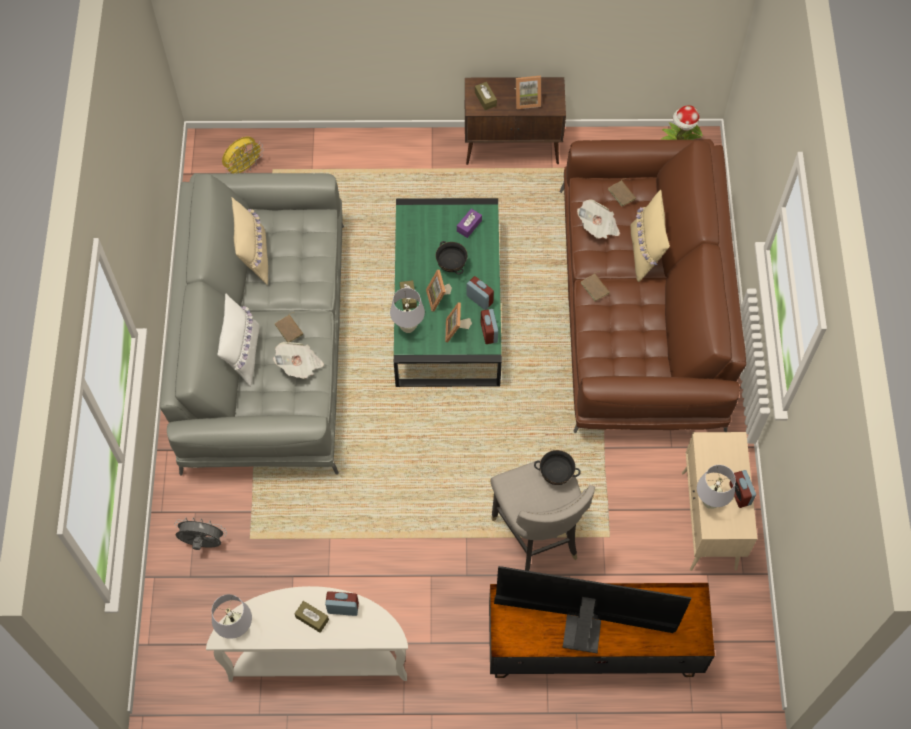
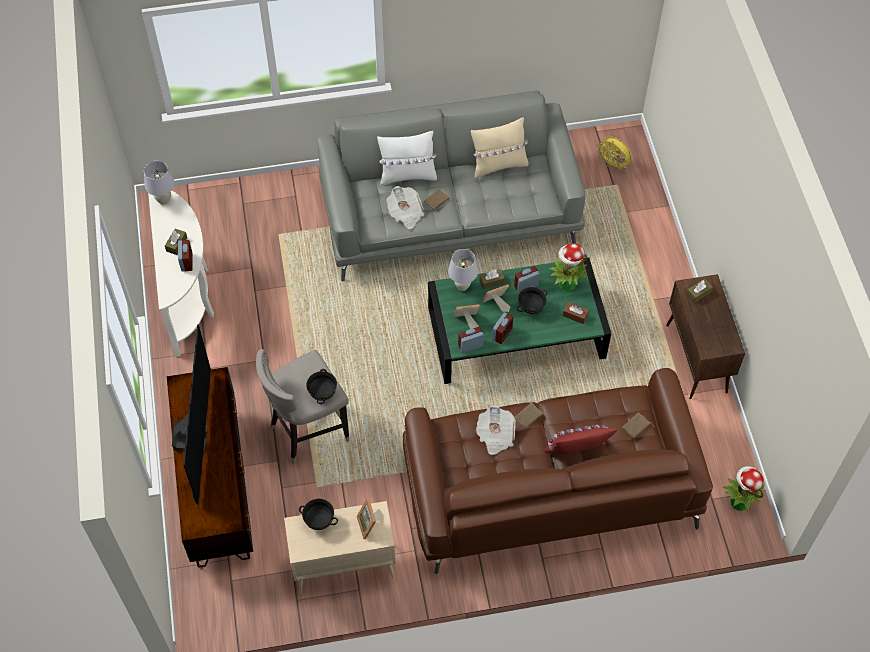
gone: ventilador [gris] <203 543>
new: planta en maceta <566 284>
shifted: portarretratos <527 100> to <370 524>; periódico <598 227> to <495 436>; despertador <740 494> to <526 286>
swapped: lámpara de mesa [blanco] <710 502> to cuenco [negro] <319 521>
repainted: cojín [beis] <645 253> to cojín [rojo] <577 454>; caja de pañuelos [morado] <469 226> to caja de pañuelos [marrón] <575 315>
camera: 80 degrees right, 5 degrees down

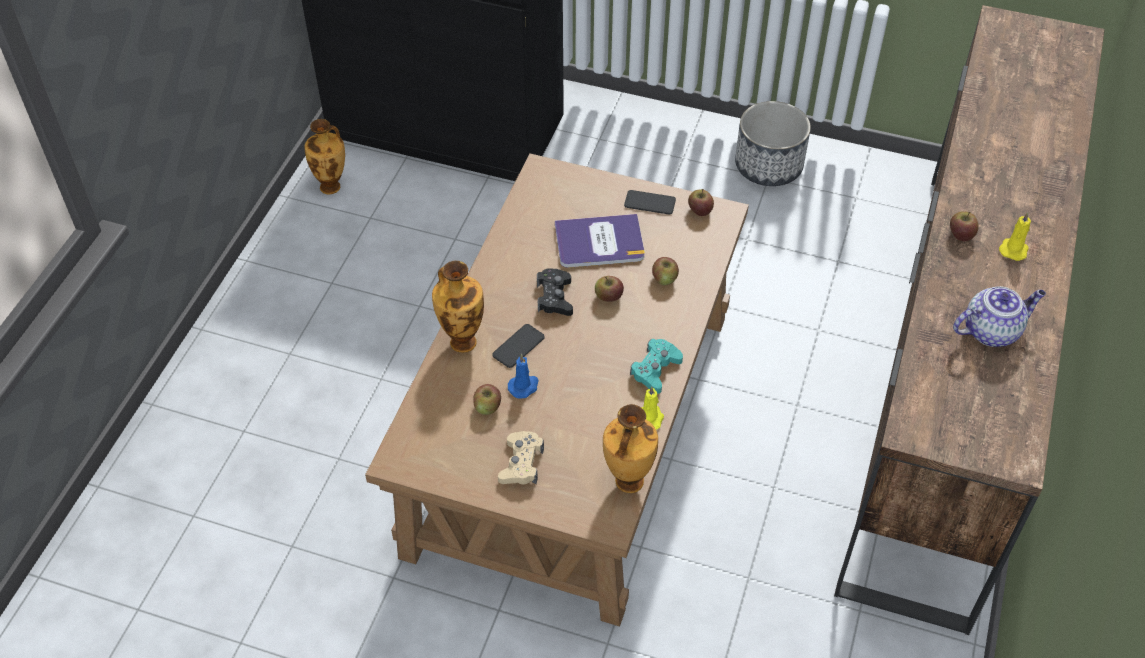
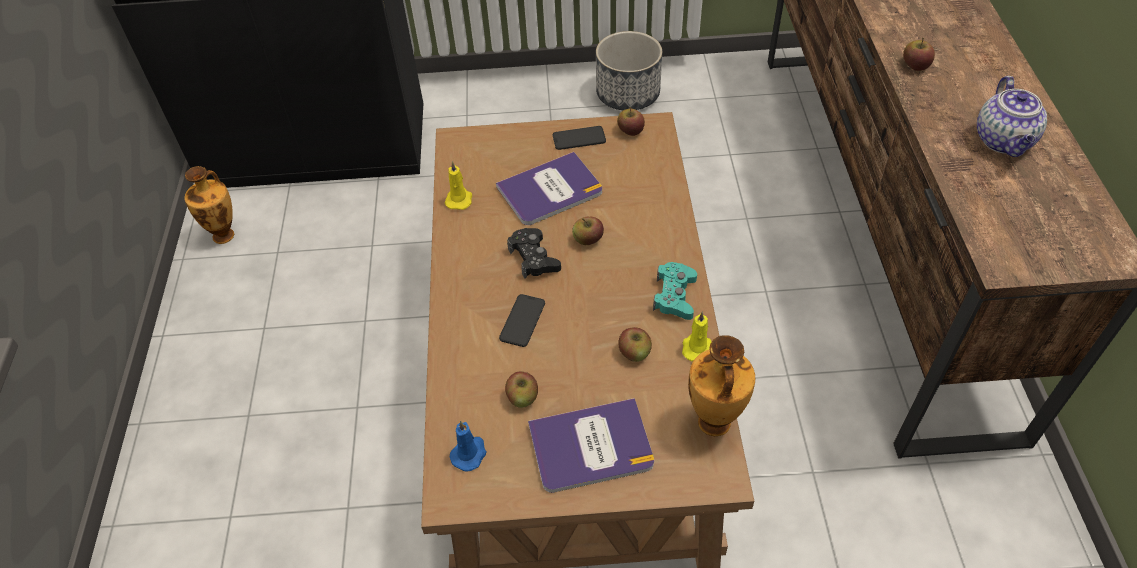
gone: florero <462 341>
shifted: vela [amarillo] <1013 249> to <459 199>; vela [azul] <524 386> to <469 453>; manzana <664 279> to <634 352>
swapped: mando de consola [beis] <521 463> to libro <591 446>
rotated: tetera <992 330> = <1004 141> 135 degrees clockwise
camera: 20 degrees left, 0 degrees up

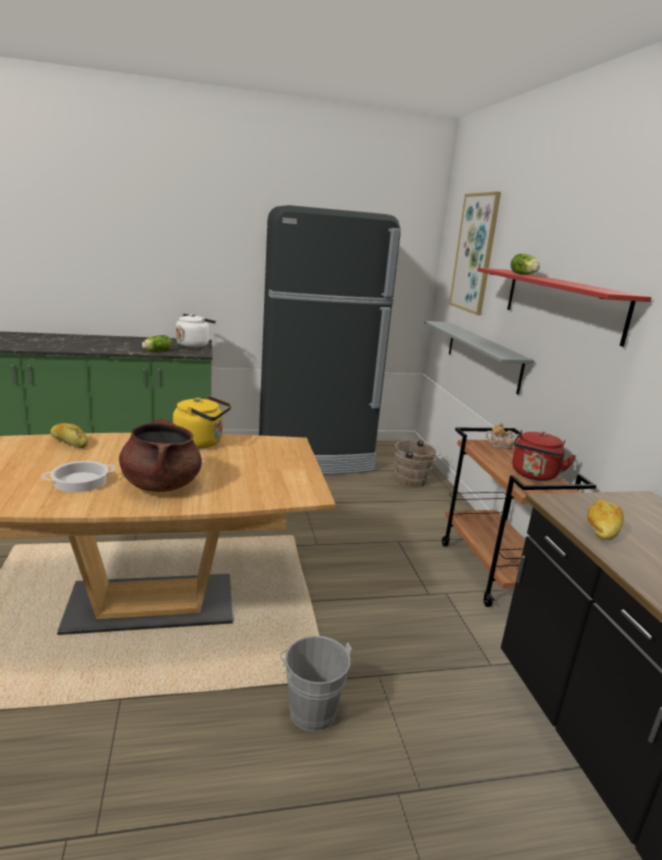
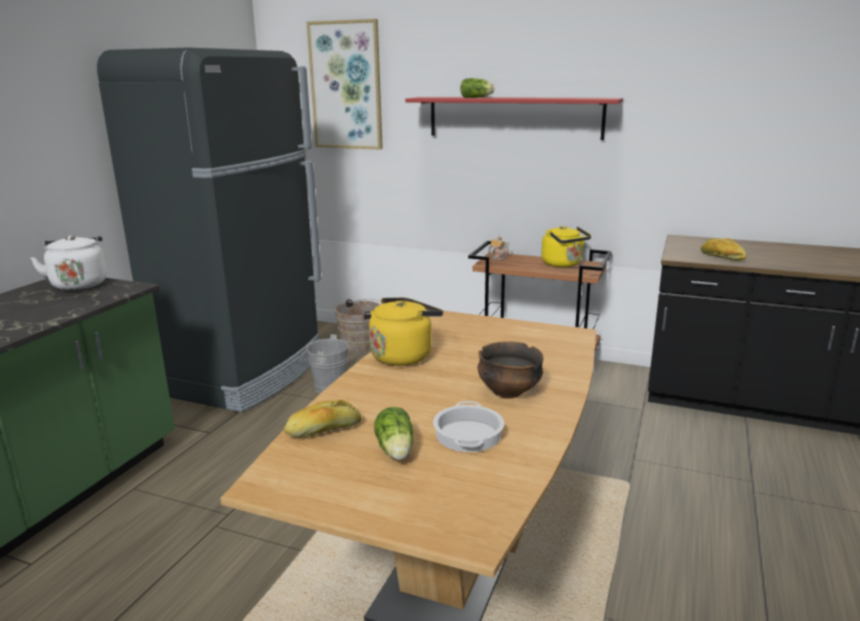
gone: estante [gris] <482 355>
shifted: cubo [gris] <310 708> to <326 387>; lechuga <156 351> to <395 451>
swapped: olla [marrón] <161 484> to cuenco <508 392>
repainted: hervidor [rojo] <534 475> to hervidor [amarillo] <563 264>
camera: 55 degrees left, 0 degrees up

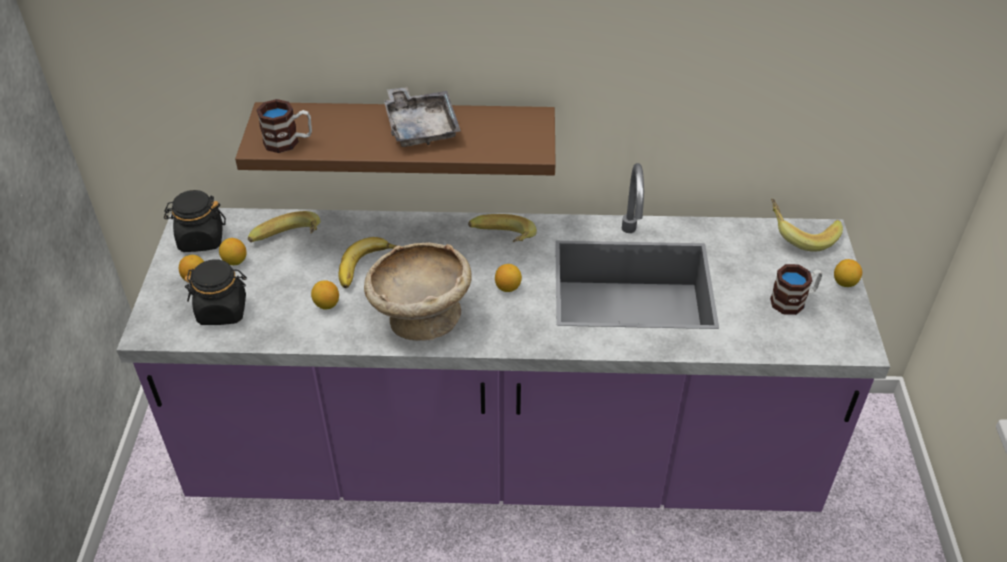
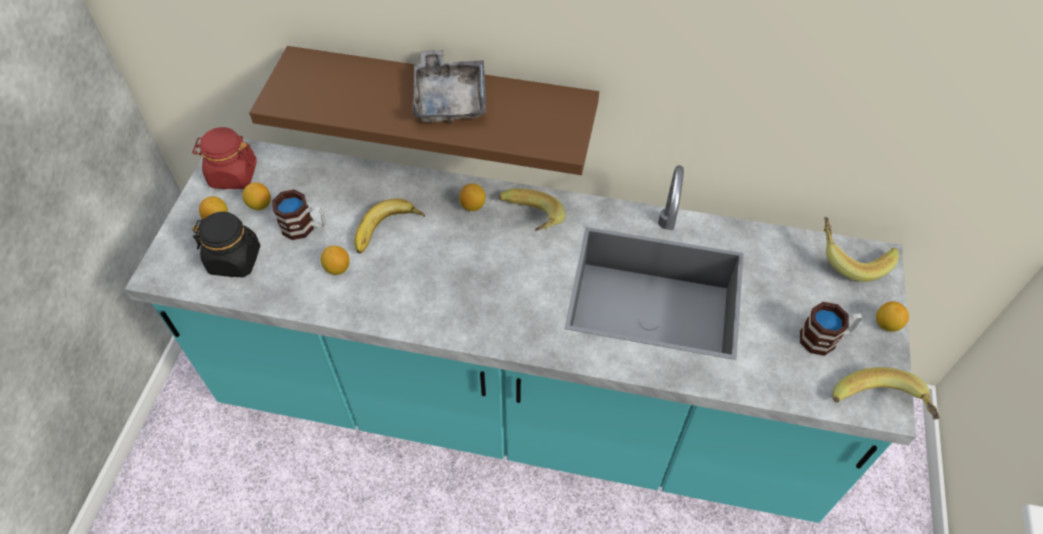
gone: cuenco [beis] <420 319>
shifted: taza grande <288 142> to <304 227>; limón <508 287> to <473 206>; plátano <290 244> to <879 409>
repainted: mueble bajo de cocina [morado] <503 459> to mueble bajo de cocina [turquesa] <520 406>; tarro [negro] <201 239> to tarro [rojo] <233 175>
camera: 10 degrees right, 10 degrees up

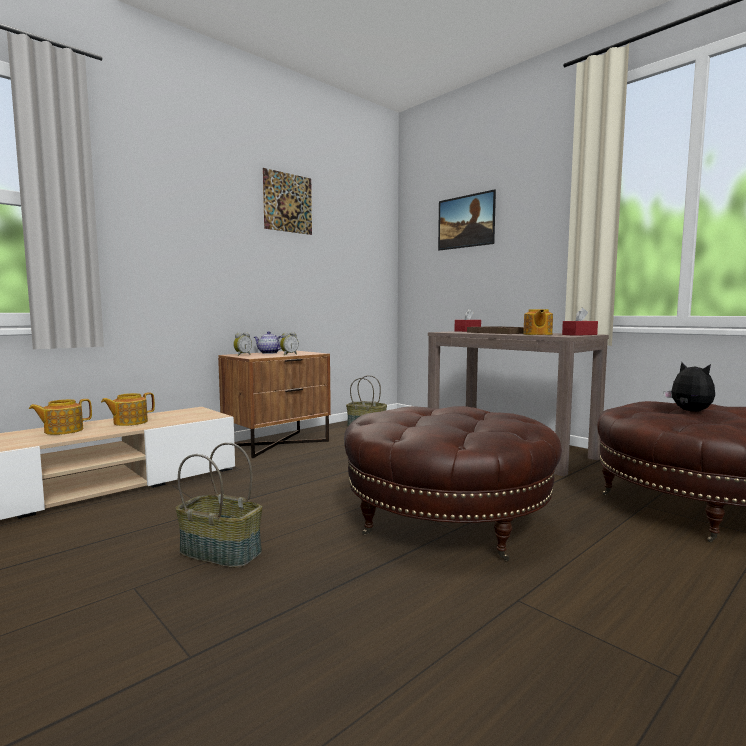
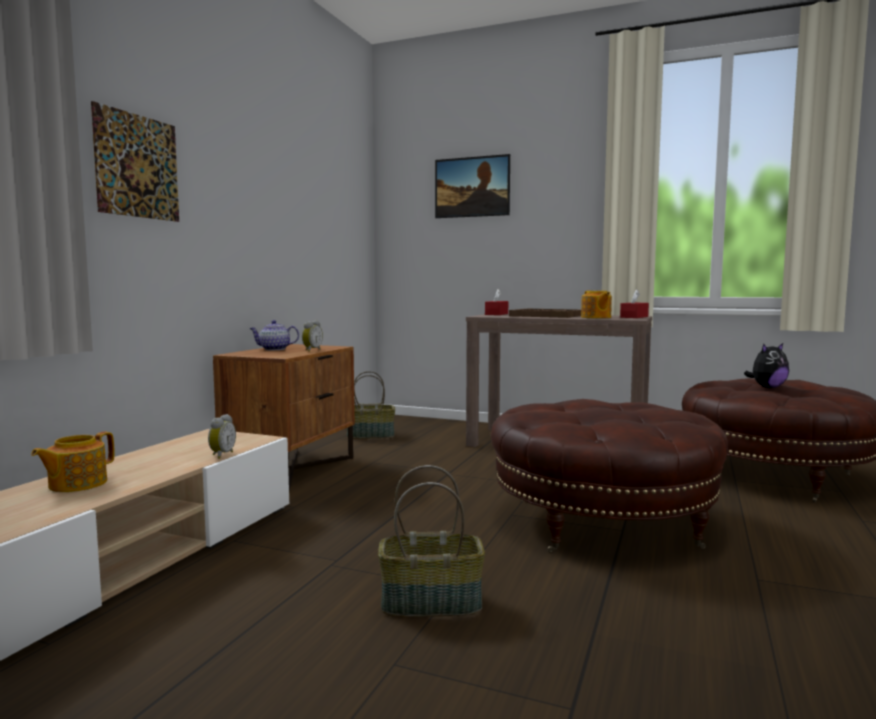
gone: tetera <129 422>
shifted: cuadro <288 202> to <137 166>; despertador <242 355> to <221 455>
rotated: peluche <689 411> = <767 387> 120 degrees clockwise
camera: 25 degrees left, 0 degrees up

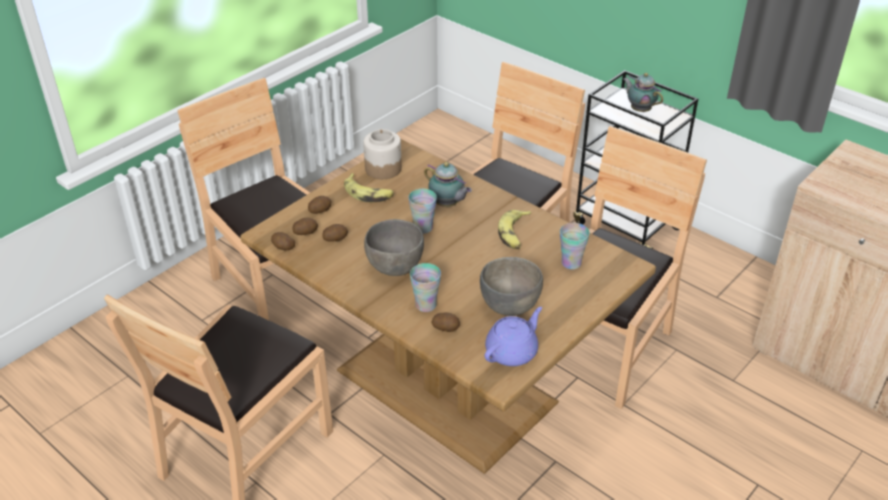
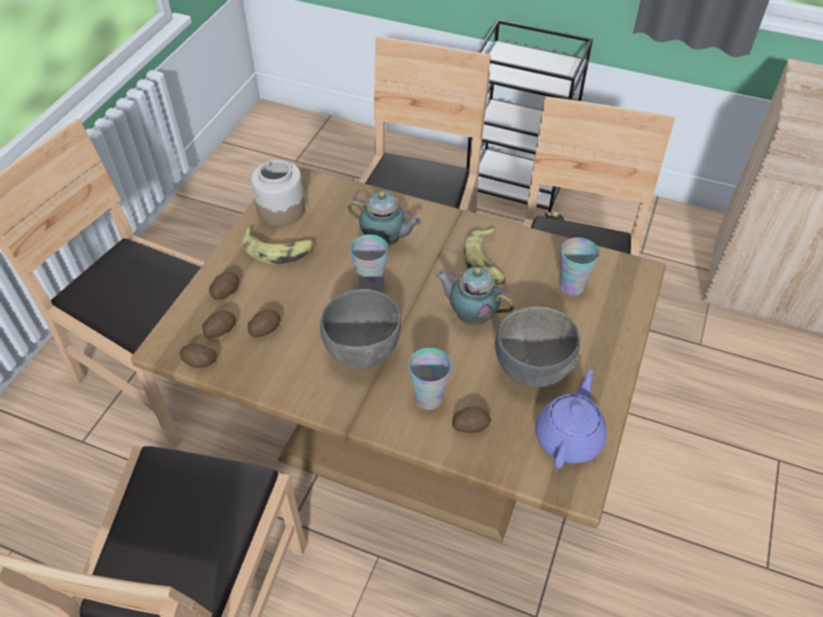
shifted: tetera <639 109> to <471 316>
camera: 20 degrees left, 10 degrees up

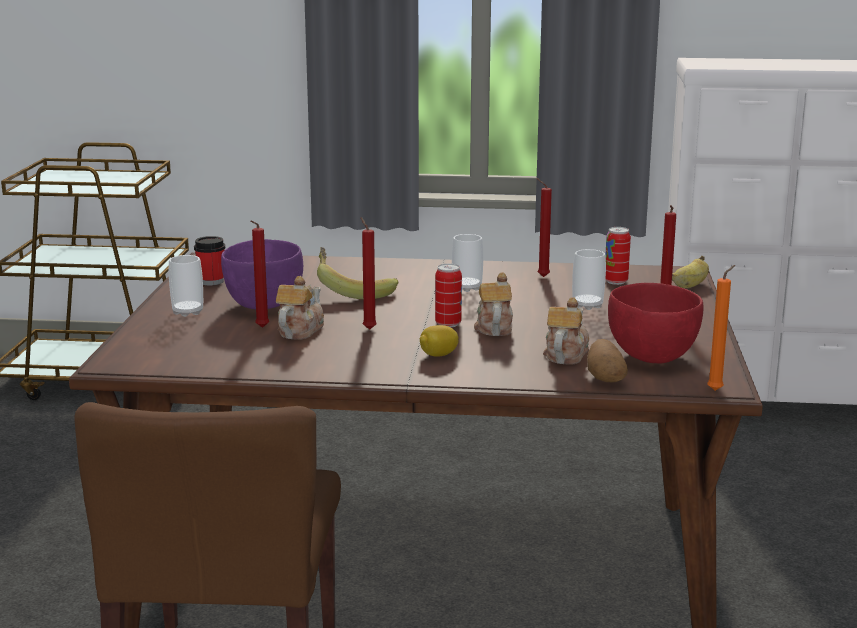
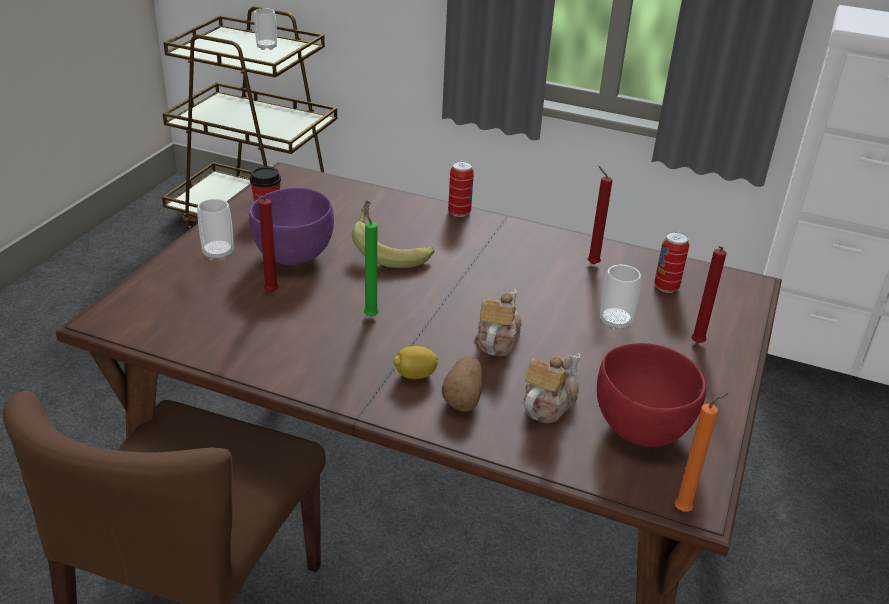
gone: tetera <299 330>; plátano <689 286>
shifted: taza <467 288> to <267 47>; patata <605 377> to <463 397>; lata <448 324> to <459 212>
repainted: vela [rojo] <368 328> to vela [verde] <370 315>
camera: 15 degrees right, 15 degrees up

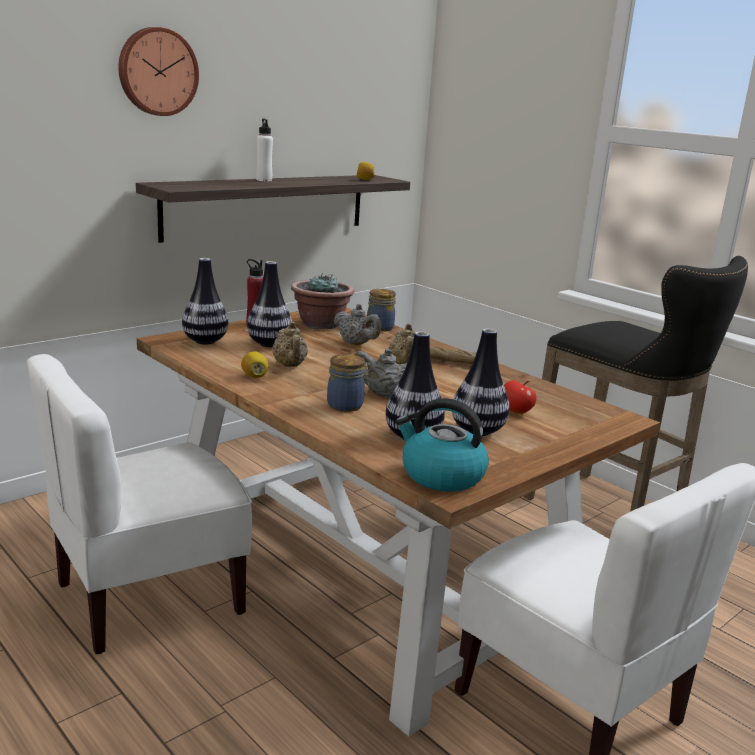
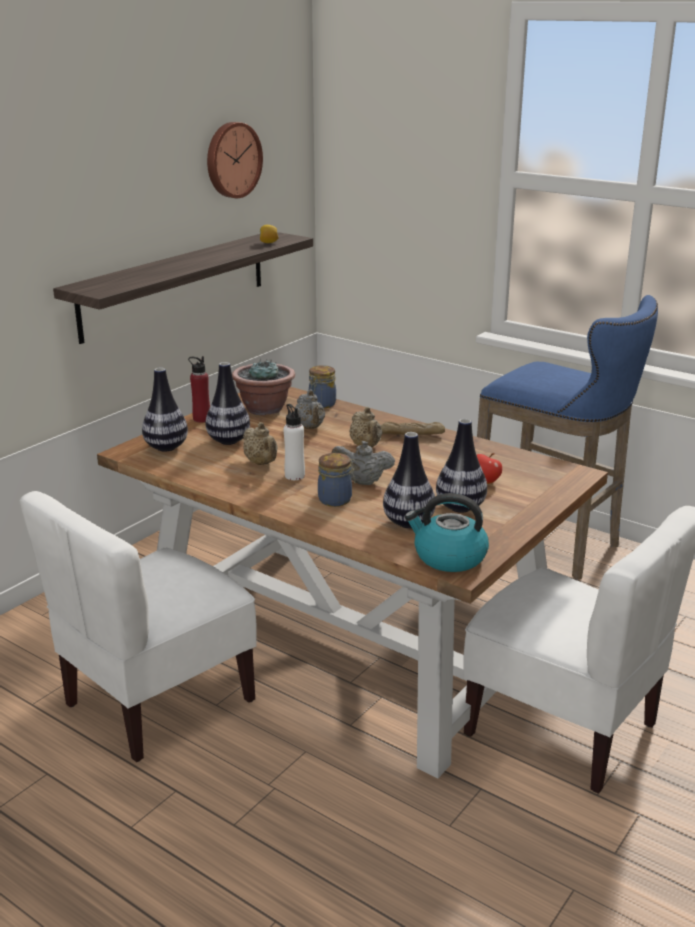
gone: limón <255 376>
shifted: reloj de pared <157 72> to <232 160>; botella [blanco] <264 180> to <294 476>
repainted: taburete [negro] <610 513> to taburete [azul] <552 545>
rotated: tetera [gris] <356 344> = <310 427> 45 degrees clockwise
camera: 10 degrees left, 5 degrees up

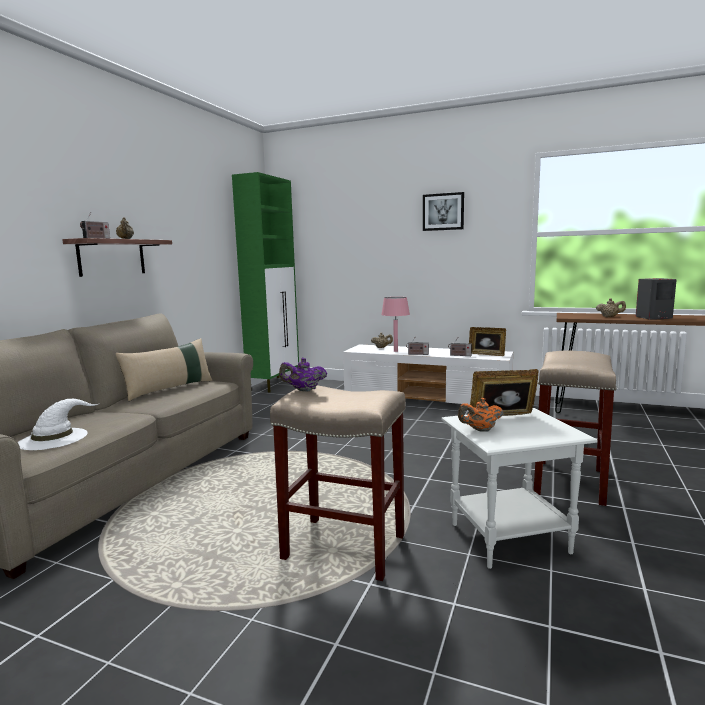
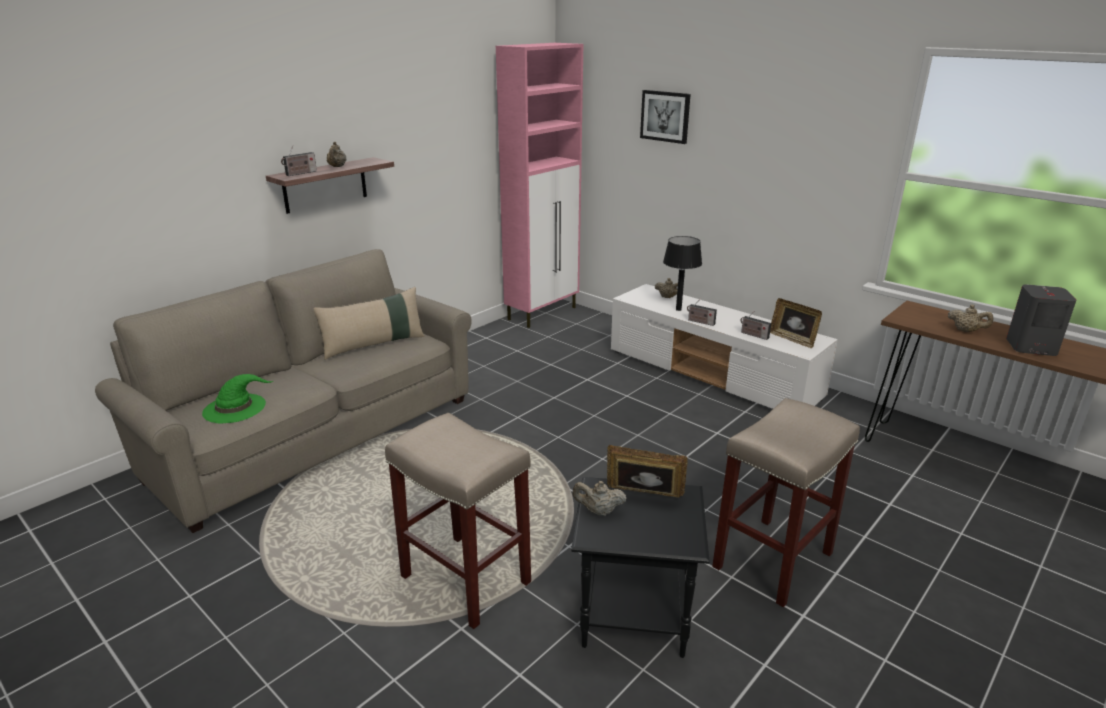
gone: tetera [morado] <303 390>
shifted: cuadro <443 212> to <665 116>
repainted: sombrero [blanco] <54 438> to sombrero [verde] <235 408>; armario [verde] <274 384> to armario [rosa] <543 313>; mesa auxiliar [blanco] <508 538> to mesa auxiliar [negro] <632 618>; tetera [naranja] <480 430> to tetera [beis] <598 511>; lámpara de mesa [rosa] <396 351> to lámpara de mesa [negro] <678 309>
camera: 20 degrees right, 15 degrees up

